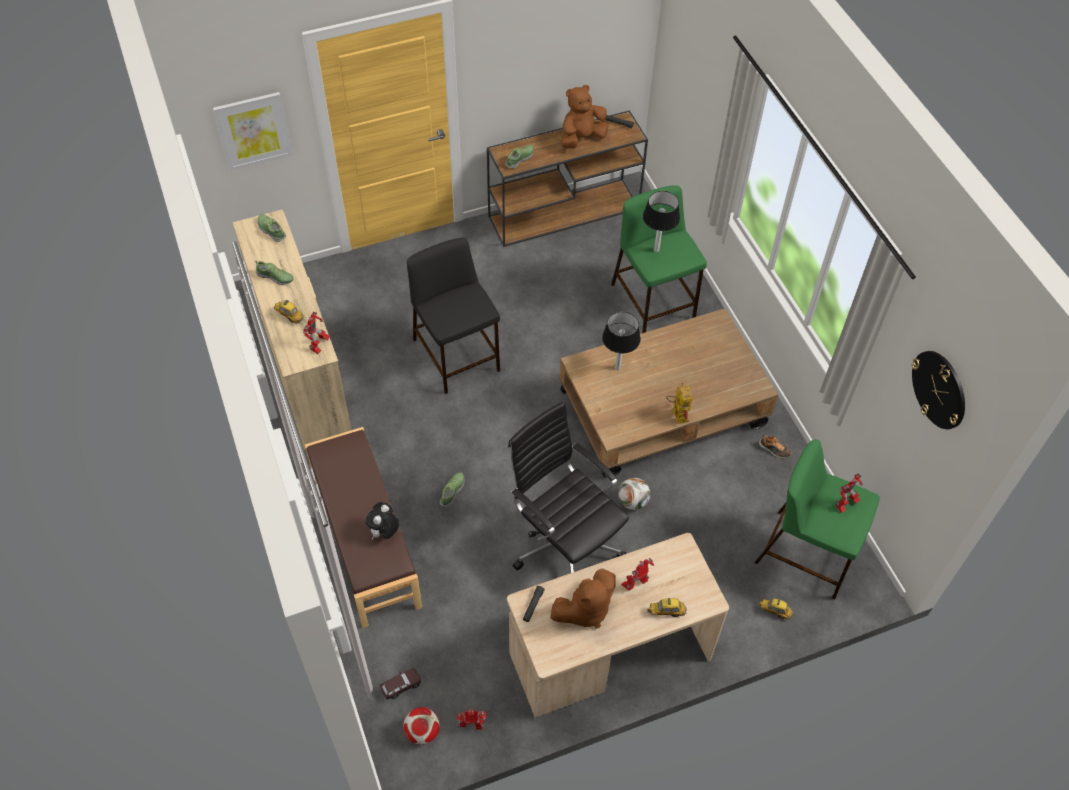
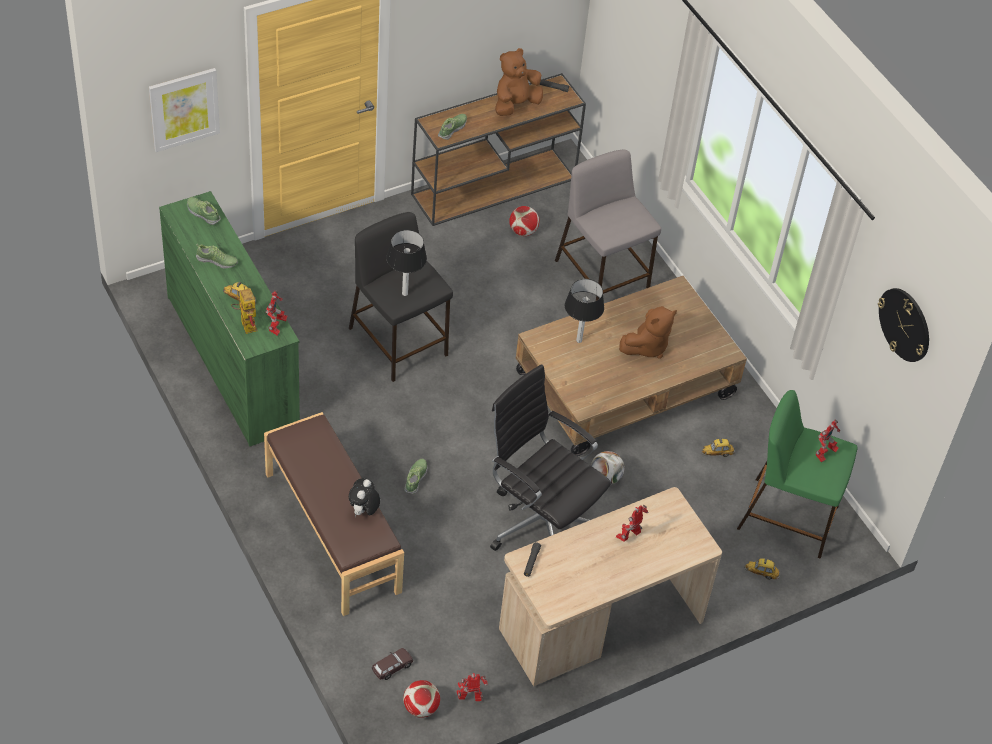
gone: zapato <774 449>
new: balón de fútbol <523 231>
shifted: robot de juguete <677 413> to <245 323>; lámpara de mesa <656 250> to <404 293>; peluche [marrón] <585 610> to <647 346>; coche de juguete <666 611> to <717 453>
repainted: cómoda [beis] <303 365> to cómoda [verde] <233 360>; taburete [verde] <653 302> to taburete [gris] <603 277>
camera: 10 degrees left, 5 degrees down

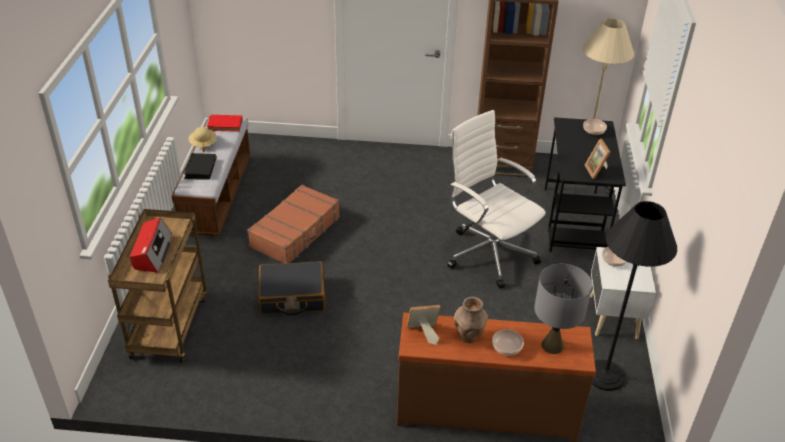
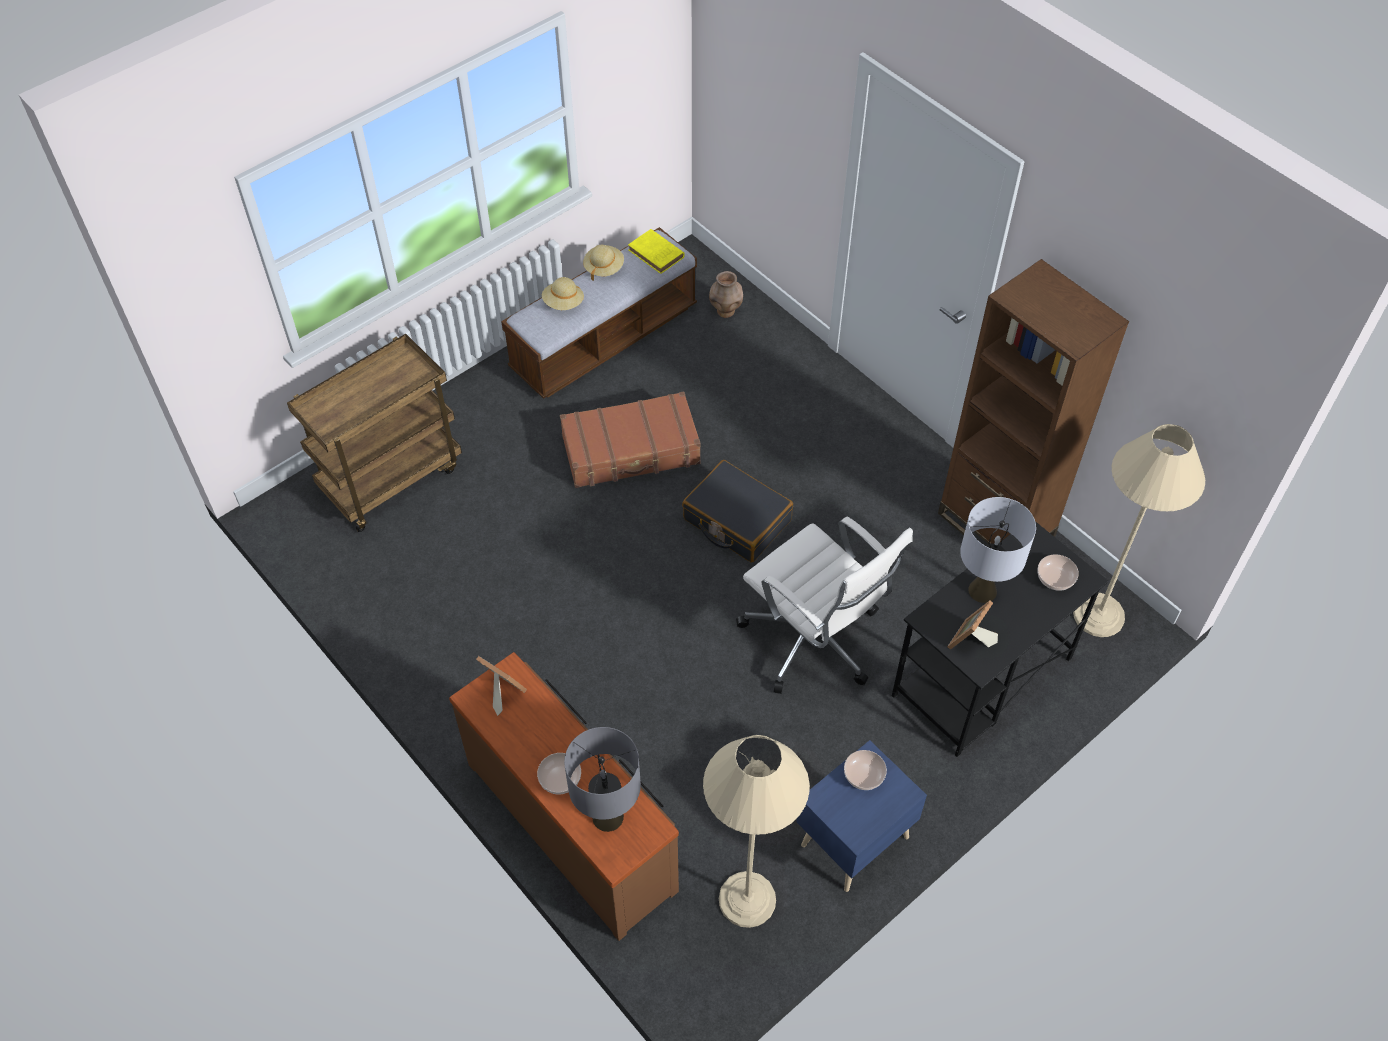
gone: radio <152 253>
new: lámpara de mesa [gris] <982 590>
shifted: maleta [negro] <292 296> to <736 520>; florero [marrón] <468 337> to <725 311>
swapped: libro [negro] <200 168> to sombrero [beis] <563 303>
repainted: libro [rojo] <226 125> to libro [amarillo] <657 254>; lámpara de pie [negro] <605 375> to lámpara de pie [beis] <747 899>; mesita de noche [blanco] <612 317> to mesita de noche [azul] <852 840>
rotated: silla de oficina [blanco] <489 253> = <814 641> 135 degrees clockwise
camera: 45 degrees right, 15 degrees up

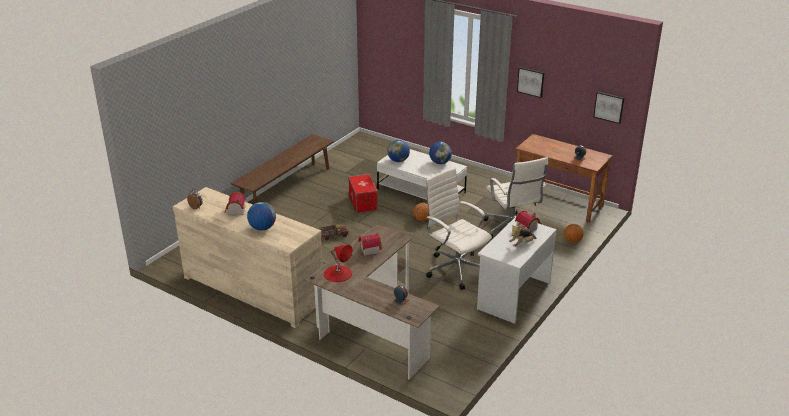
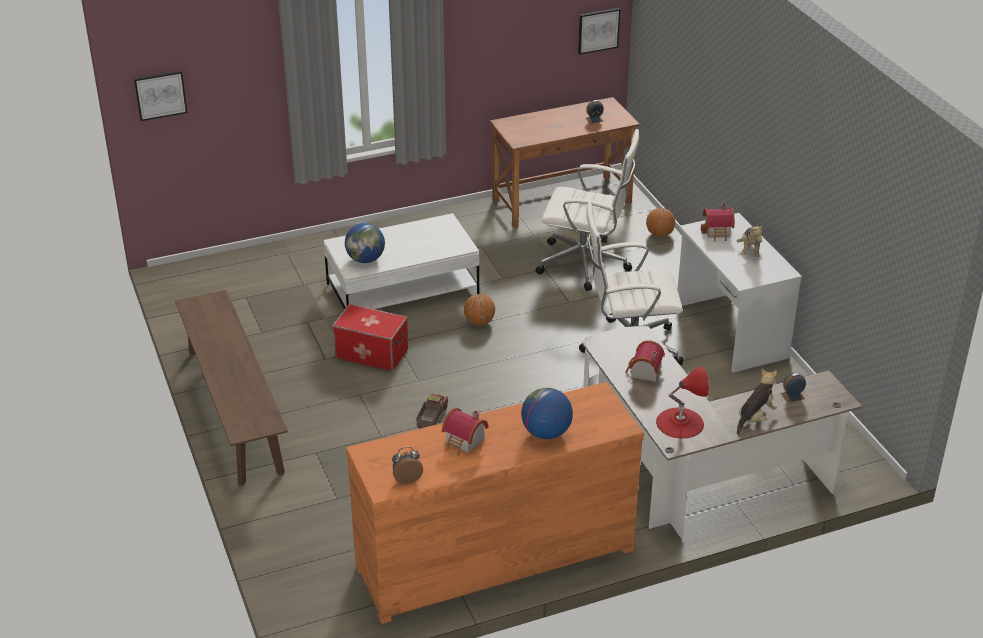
gone: globo terráqueo <440 162>
new: peluche <755 418>
shifted: cuadro <530 82> to <160 94>
repainted: cómoda [beis] <253 290> to cómoda [naranja] <494 557>
camera: 55 degrees left, 5 degrees up

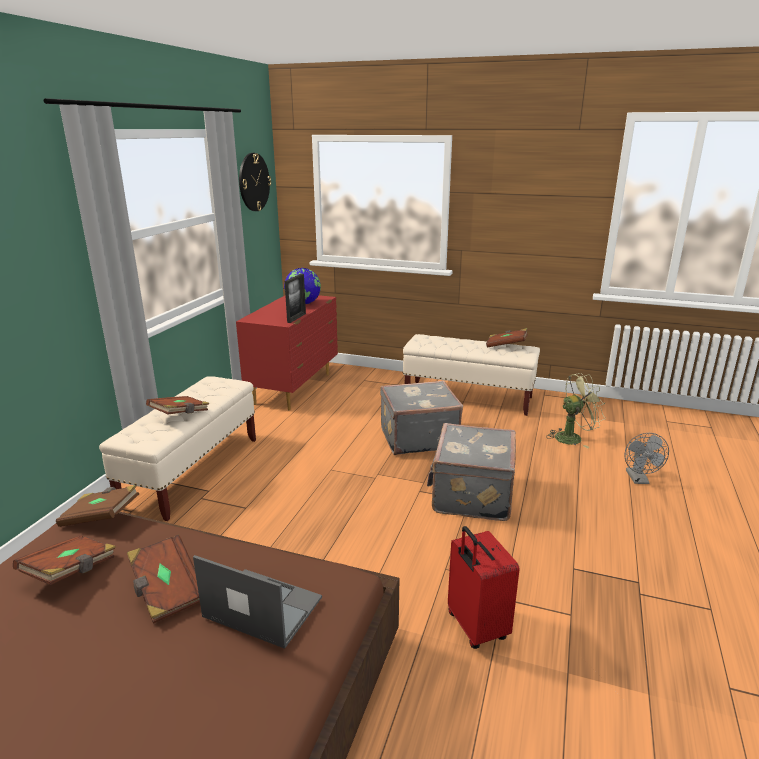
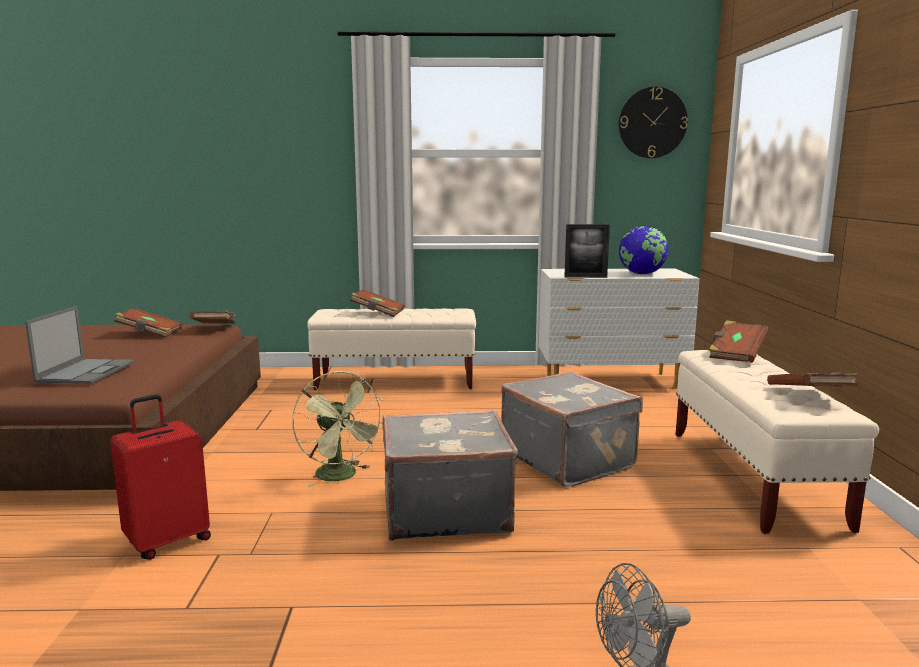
shifted: ventilador [verde] <573 437> to <341 476>; libro [marrón] <167 591> to <735 354>
repainted: cómoda [rojo] <295 388> to cómoda [blanco] <611 381>
camera: 70 degrees right, 10 degrees down

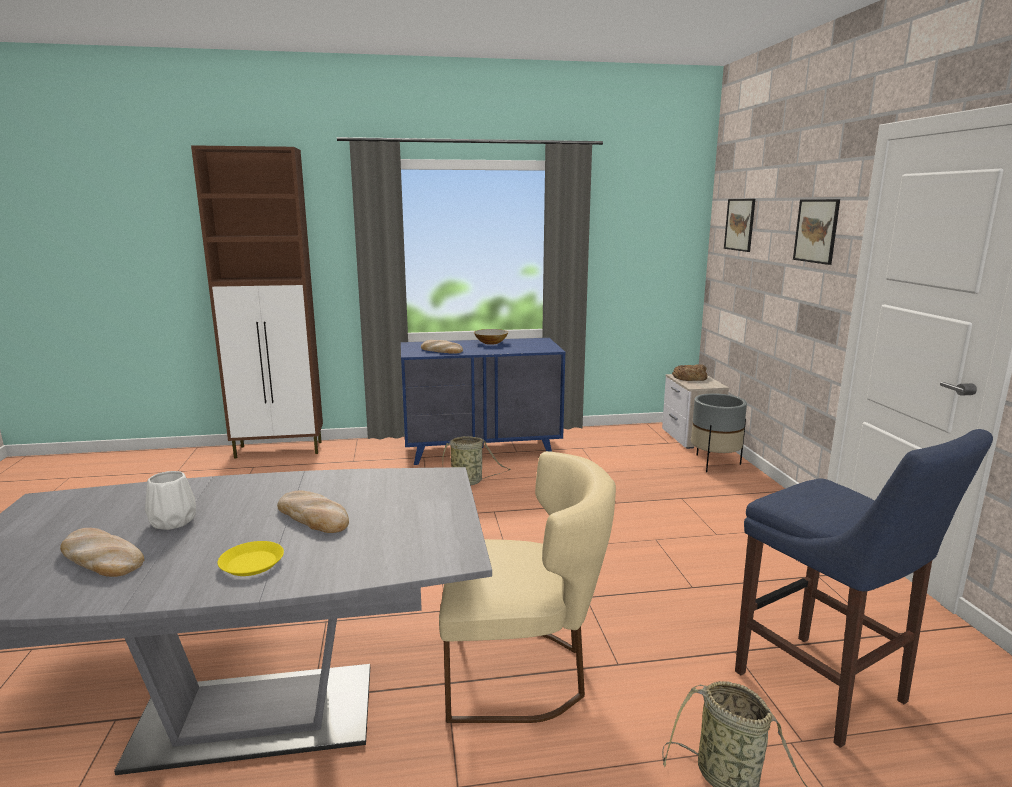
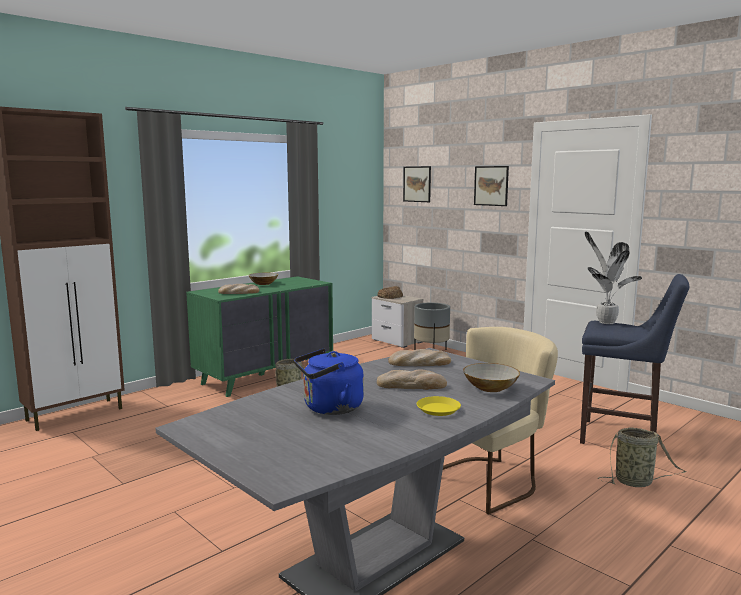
new: cuenco <489 388>; planta en maceta <604 322>
shifted: pan <100 558> to <419 363>
swapped: florero [blanco] <173 521> to hervidor [azul] <329 408>
repainted: cómoda [azul] <482 450> to cómoda [verde] <265 376>
camera: 35 degrees left, 5 degrees down

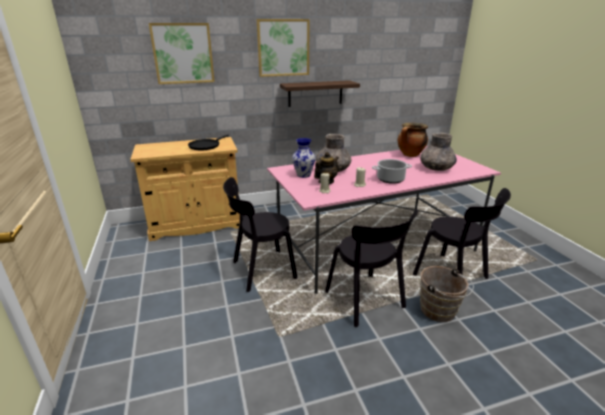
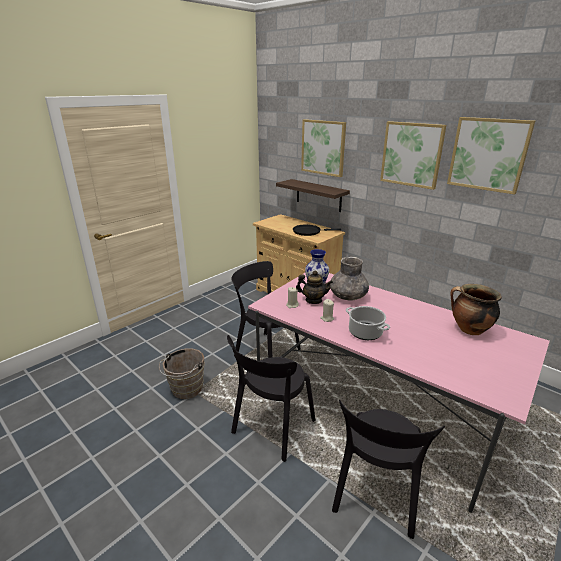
gone: florero [gris] <436 168>
new: cuadro <488 154>
shifted: cubo [marrón] <440 312> to <185 390>; estante <315 93> to <318 195>
camera: 60 degrees right, 0 degrees up

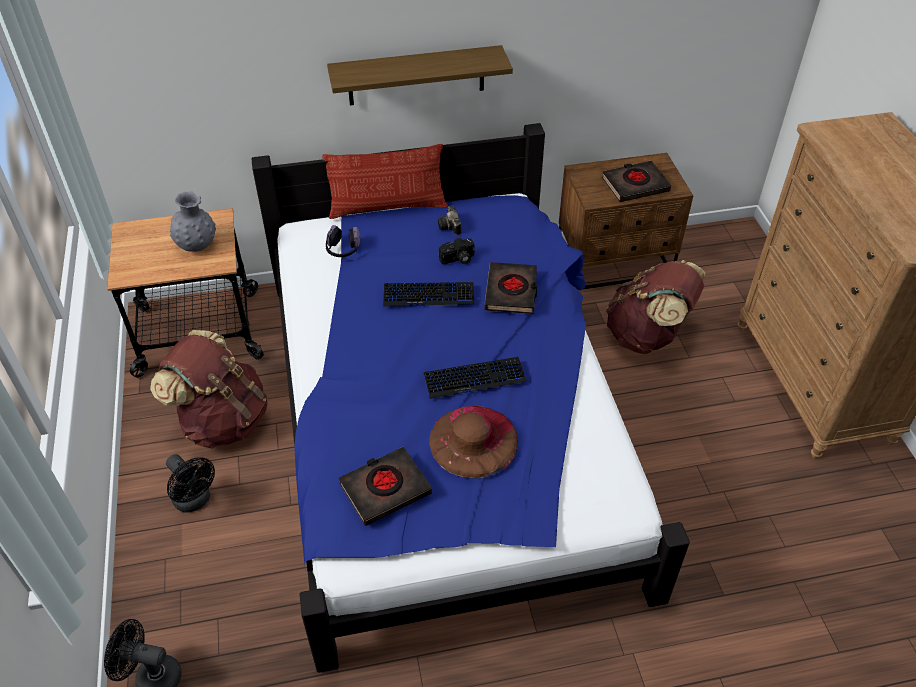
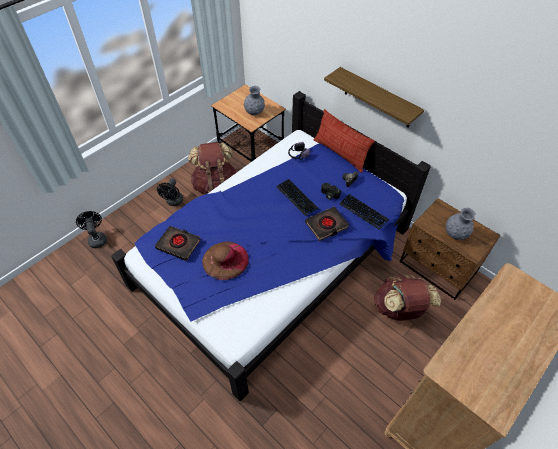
shifted: teclado <474 378> to <363 212>
swapped: libro [negro] <635 185> to florero [gris] <455 234>
camera: 55 degrees right, 5 degrees up

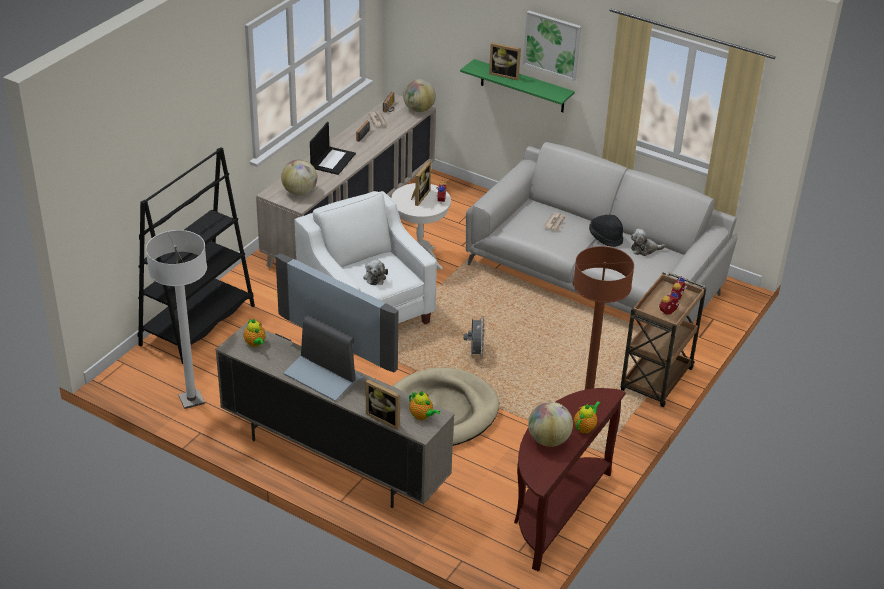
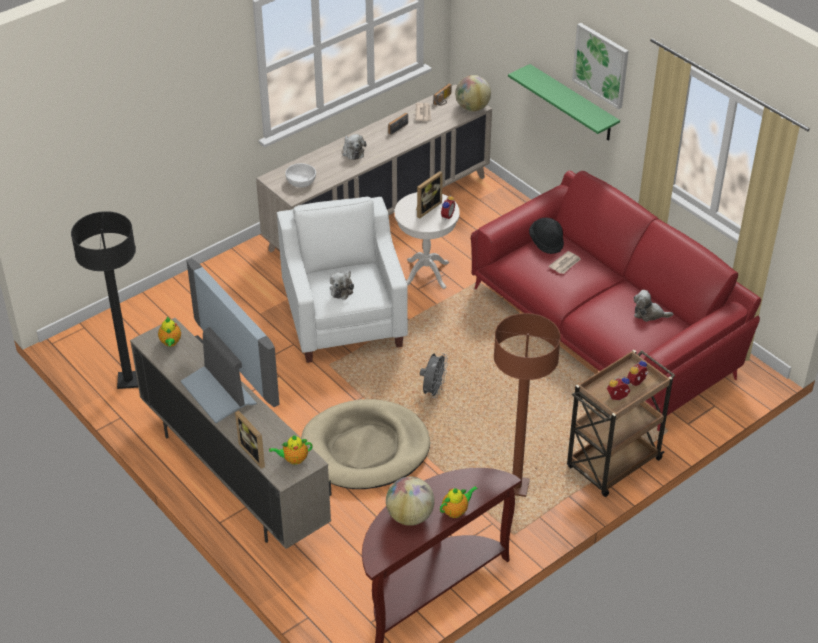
gone: estantería [negro] <198 325>; portarretratos <505 75>
shifted: sombrero [negro] <605 238> to <546 242>
swapped: globo terráqueo <299 192> to cuenco [blanco] <301 182>; portátil <332 160> to peluche <352 151>
repainted: lámpara de pie [blanco] <191 400> to lámpara de pie [negro] <128 381>; sofá [gris] <595 278> to sofá [rojo] <606 330>
rotated: tetera <422 416> = <293 459> 105 degrees clockwise
camera: 20 degrees right, 5 degrees up

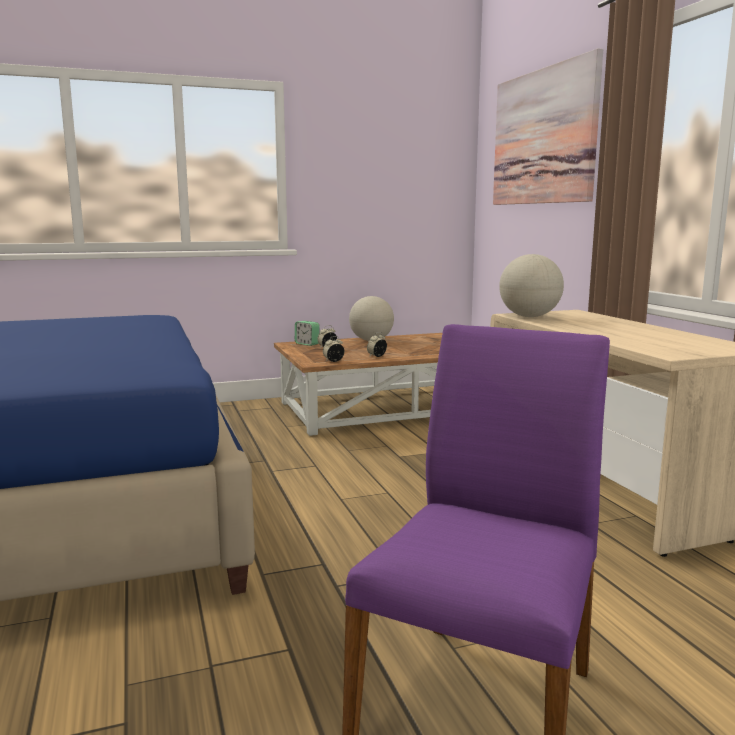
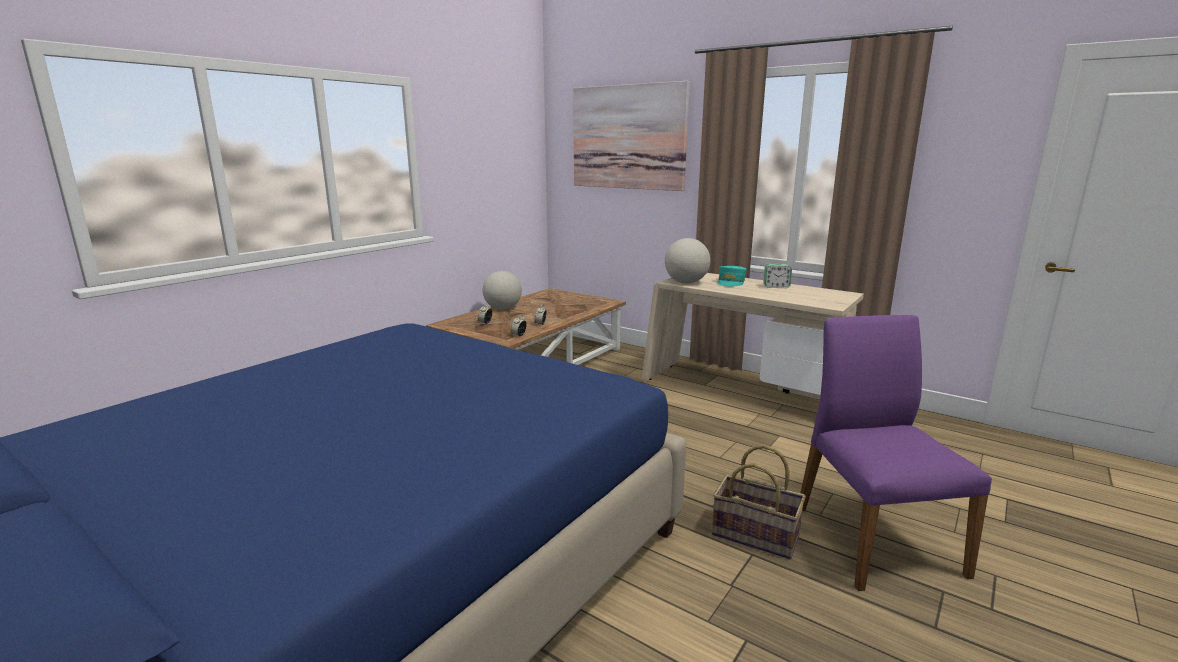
new: cesta <756 535>; gorra [turquesa] <731 282>
shifted: despertador <307 344> to <776 287>
camera: 35 degrees left, 5 degrees up

